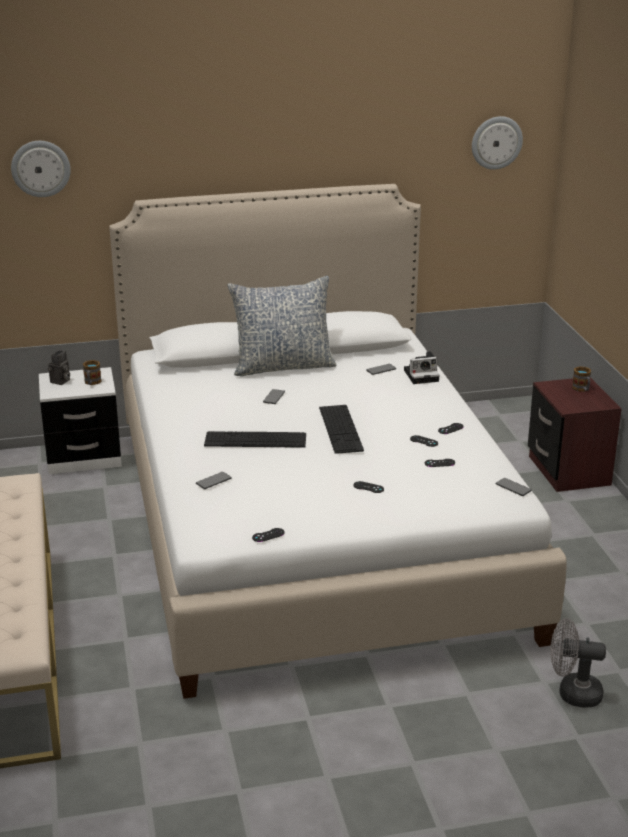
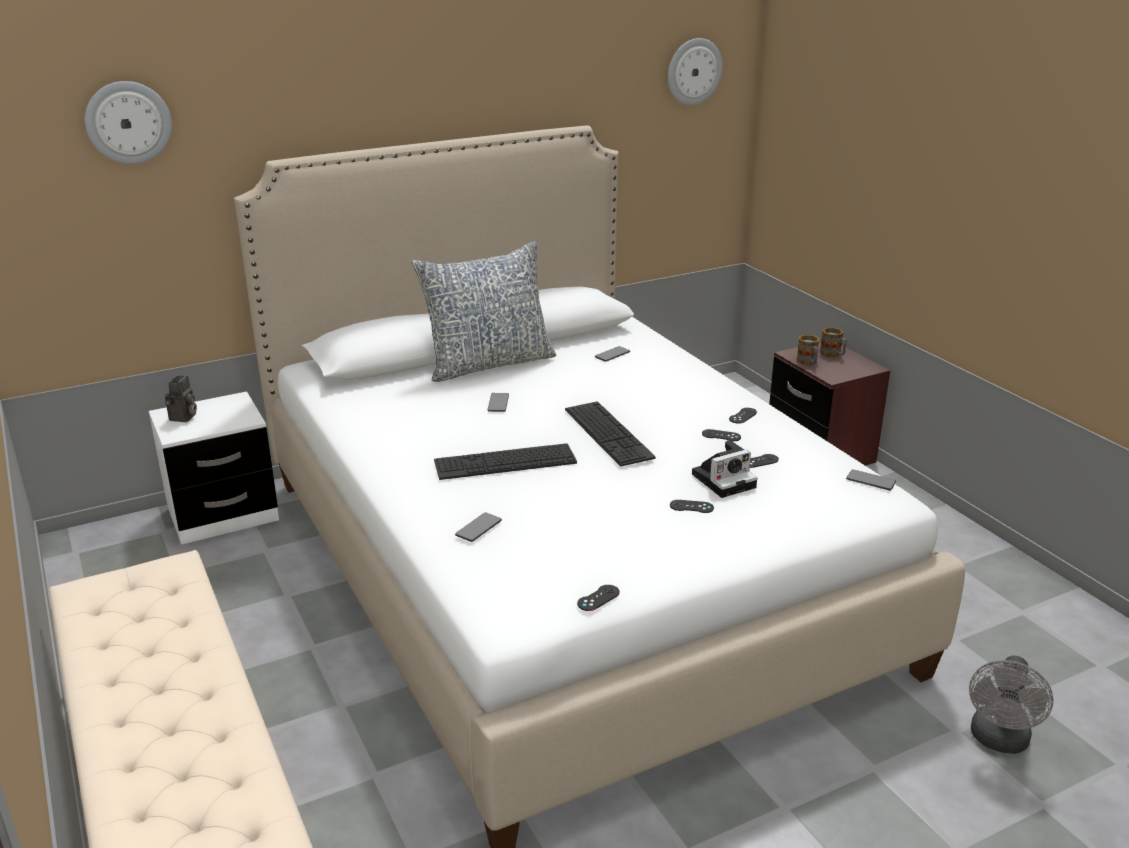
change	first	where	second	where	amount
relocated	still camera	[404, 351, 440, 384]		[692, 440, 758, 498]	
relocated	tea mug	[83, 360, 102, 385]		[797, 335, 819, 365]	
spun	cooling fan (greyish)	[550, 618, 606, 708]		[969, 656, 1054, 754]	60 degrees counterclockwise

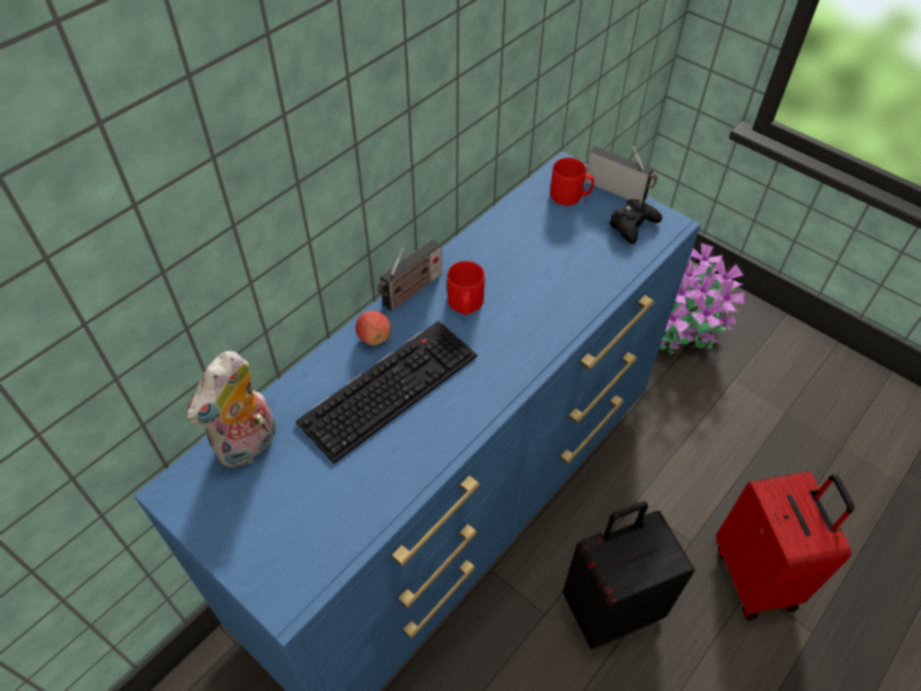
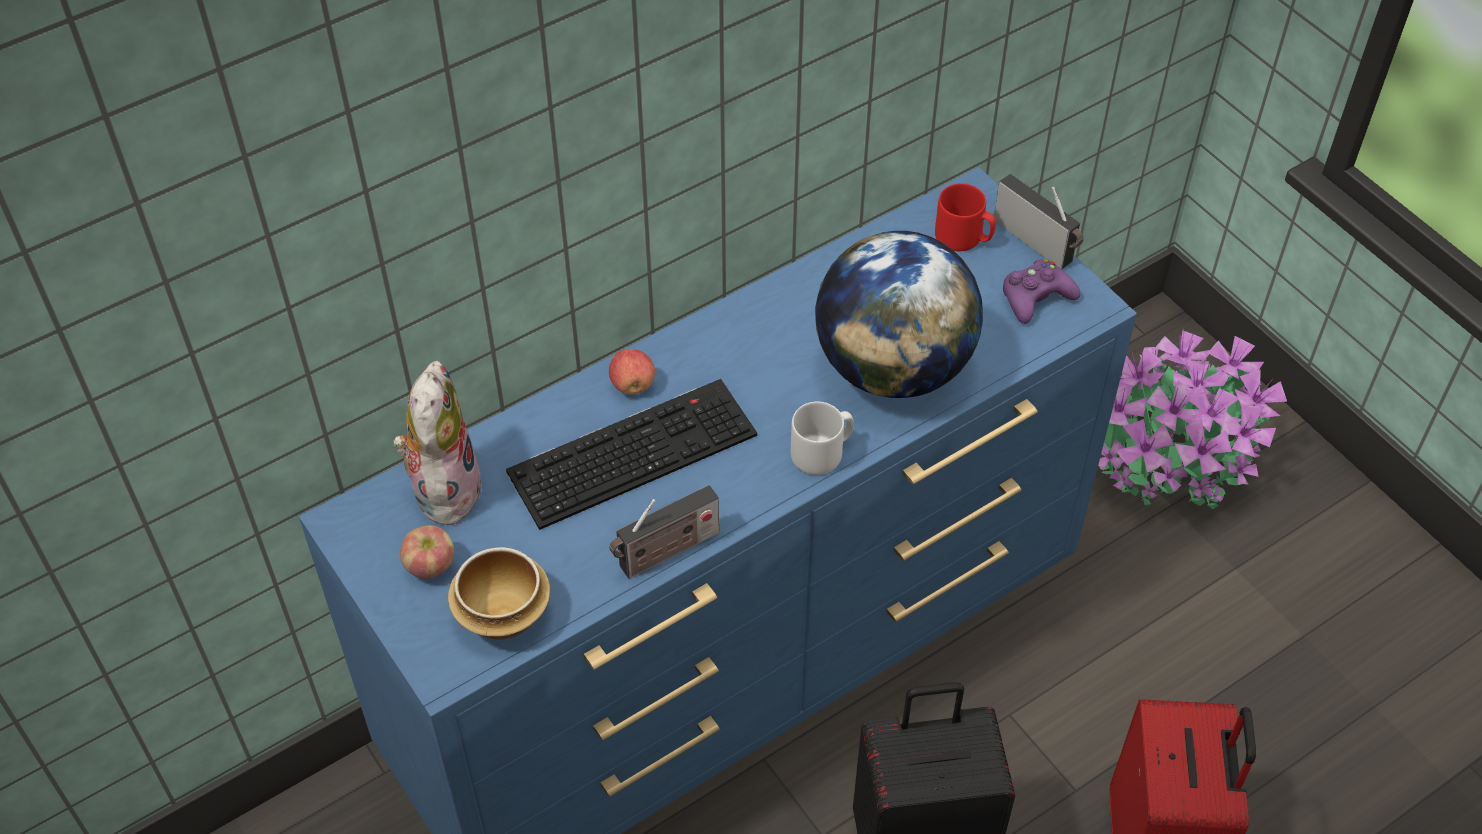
change	first	where	second	where	amount
colour	joypad (black)	[609, 199, 662, 244]	joypad (purple-coloured)	[1003, 259, 1080, 324]	
relocated	radio receiver	[377, 239, 442, 311]		[609, 485, 719, 579]	
missing	tea mug (red)	[447, 261, 485, 315]			
spun	cuddly toy	[187, 351, 276, 468]		[393, 361, 482, 526]	135 degrees clockwise
appeared			desk globe	[815, 231, 983, 398]	
appeared			tea mug (greyish)	[791, 402, 854, 475]	
appeared			apple	[400, 525, 454, 579]	
appeared			deep dish	[448, 547, 550, 640]	

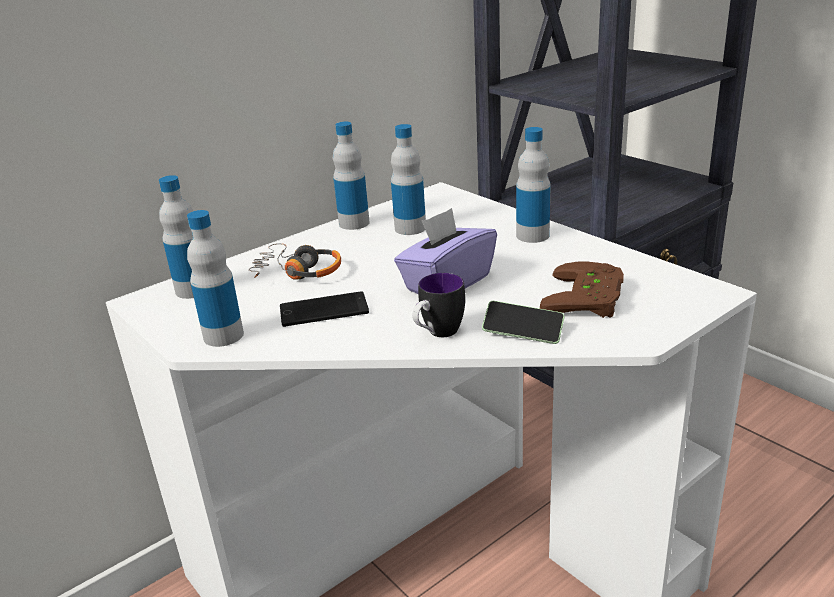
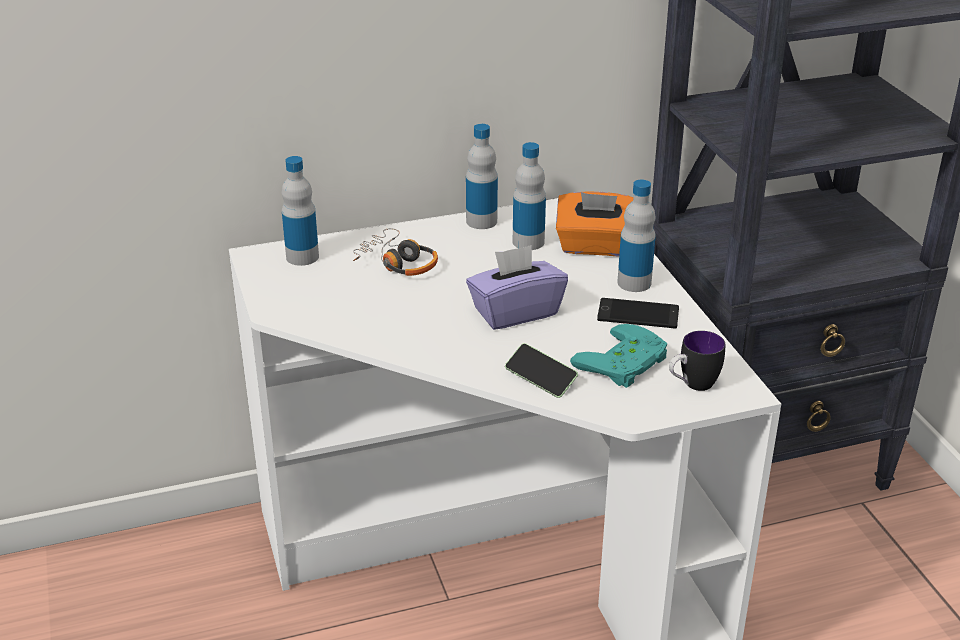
change	first	where	second	where	amount
missing	beverage bottle	[187, 210, 244, 347]			
colour	joypad (brownish)	[540, 261, 624, 318]	joypad (blue-green)	[570, 324, 667, 388]	
relocated	tea mug	[413, 273, 465, 337]		[669, 331, 726, 391]	
relocated	handset	[280, 291, 369, 327]		[597, 298, 679, 329]	
appeared			box of tissues (orange-coloured)	[556, 192, 633, 256]	

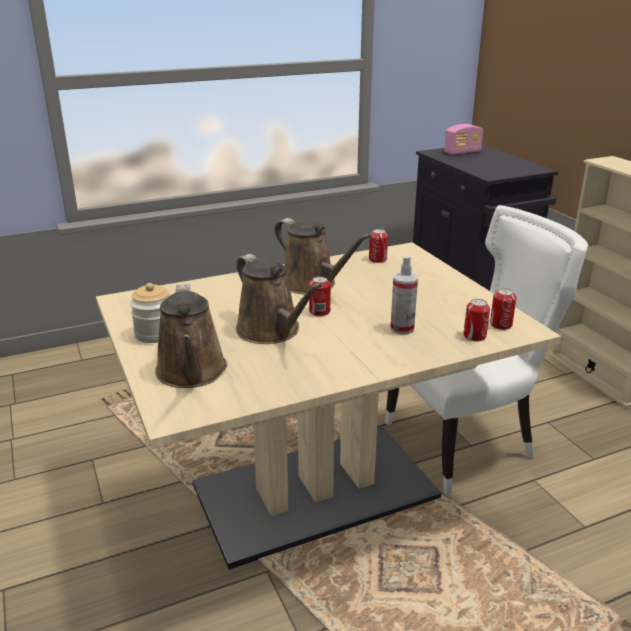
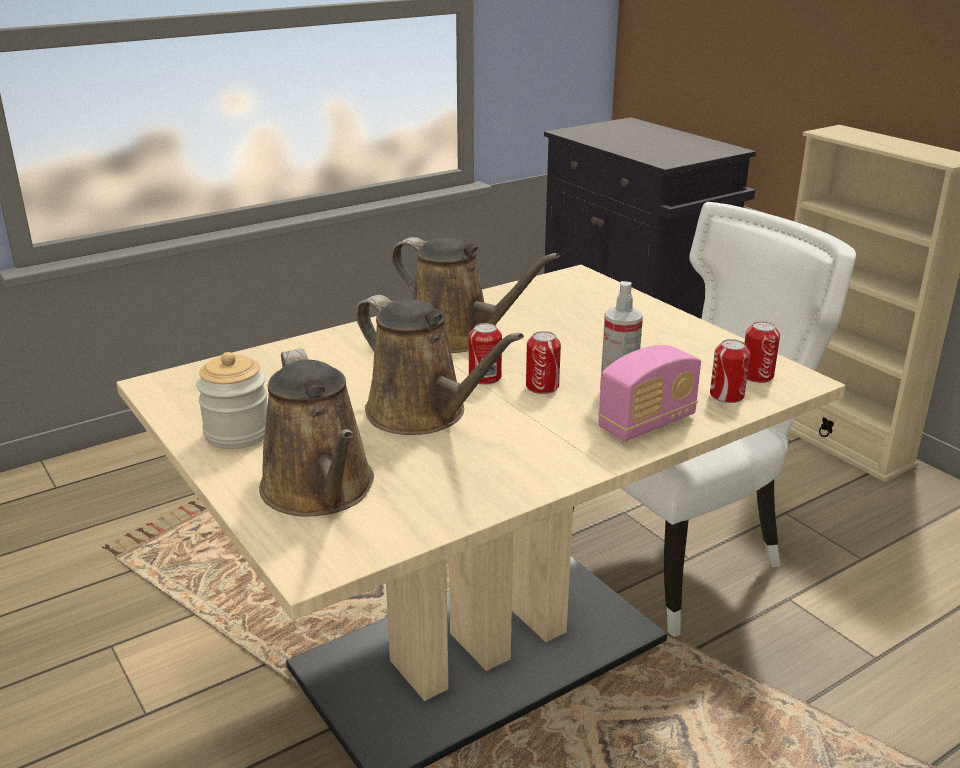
change	first	where	second	where	amount
relocated	radio receiver	[444, 124, 483, 155]		[598, 345, 701, 441]	
relocated	sealed can	[369, 229, 388, 263]		[526, 331, 561, 394]	

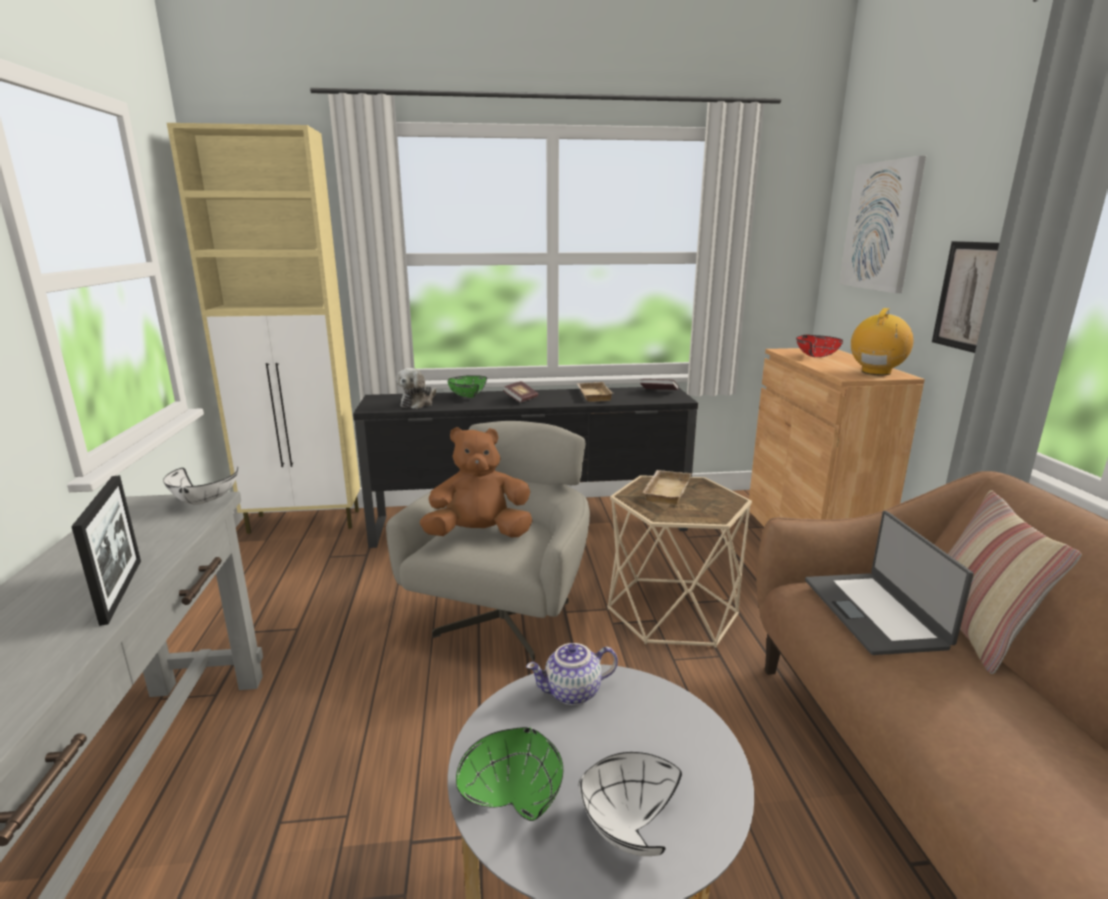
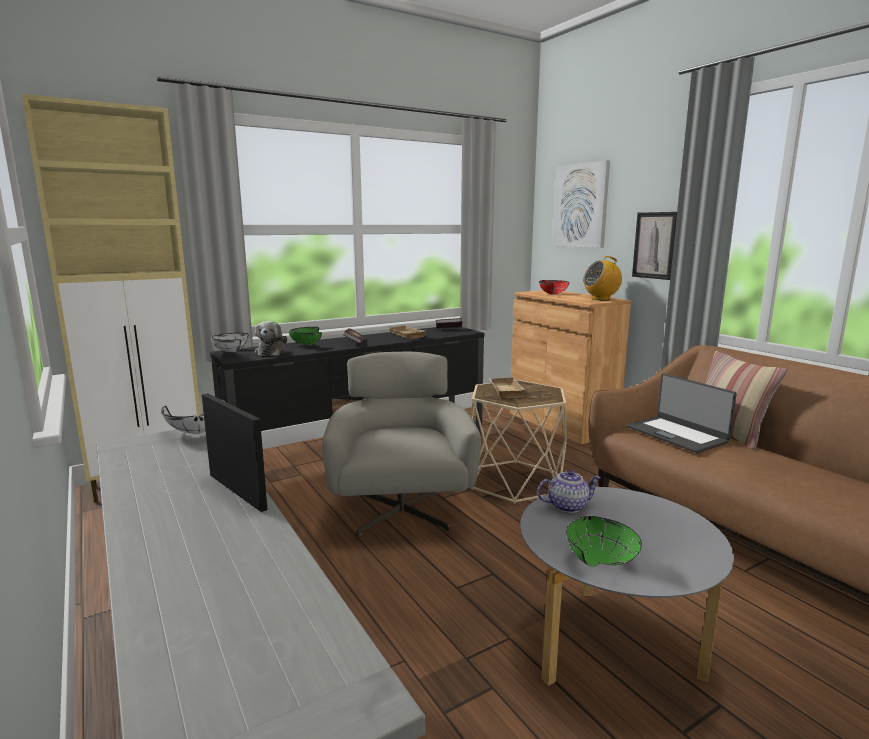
change	first	where	second	where	amount
spun	radio receiver	[851, 308, 913, 375]		[583, 256, 622, 300]	120 degrees counterclockwise
missing	cuddly toy (brownish)	[420, 427, 532, 537]			
spun	teapot	[526, 643, 618, 705]		[537, 470, 601, 513]	150 degrees counterclockwise
relocated	deep dish (white-coloured)	[579, 752, 682, 856]		[211, 333, 248, 352]	

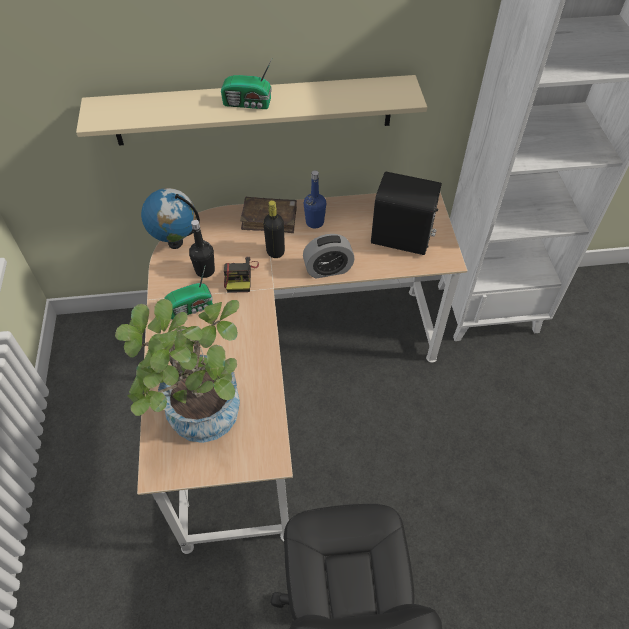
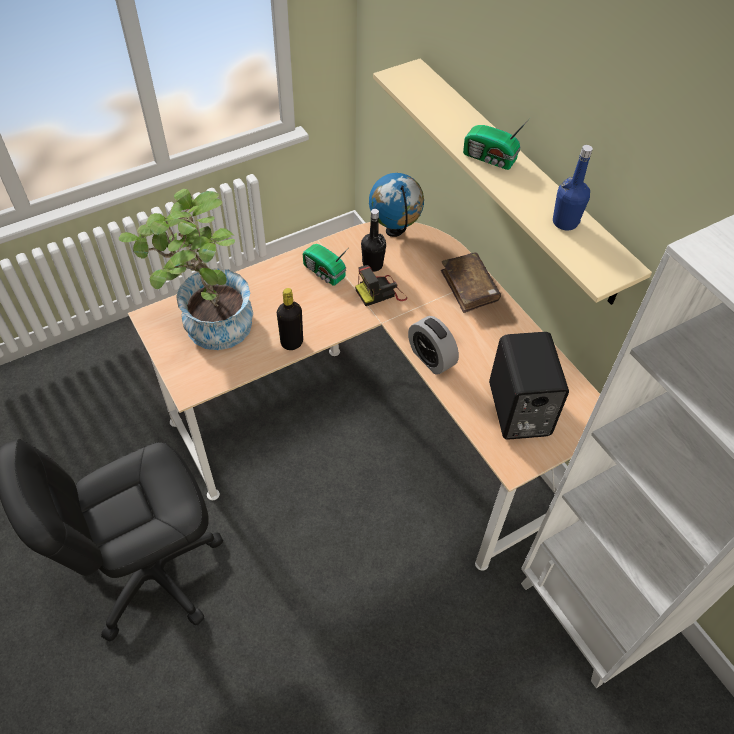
change	first	where	second	where	amount
spun	radio receiver	[221, 57, 273, 109]		[463, 117, 531, 170]	45 degrees counterclockwise
relocated	beverage bottle (blue-coloured)	[304, 171, 326, 228]		[553, 145, 593, 231]	
relocated	beverage bottle (black)	[263, 200, 285, 258]		[277, 288, 303, 350]	

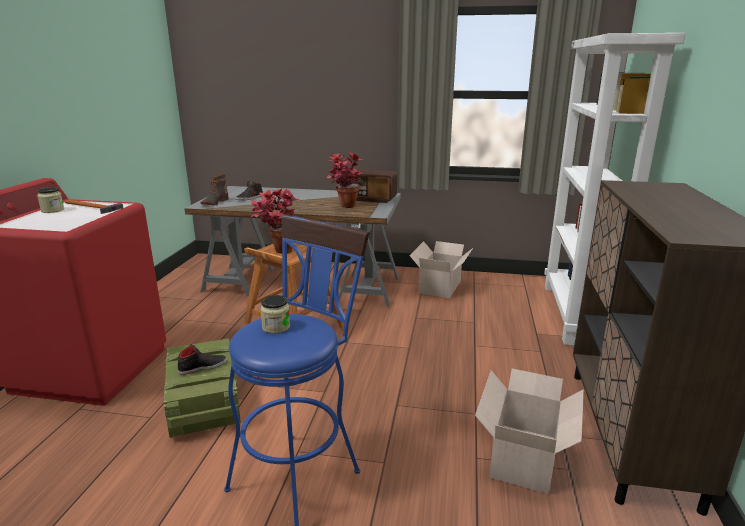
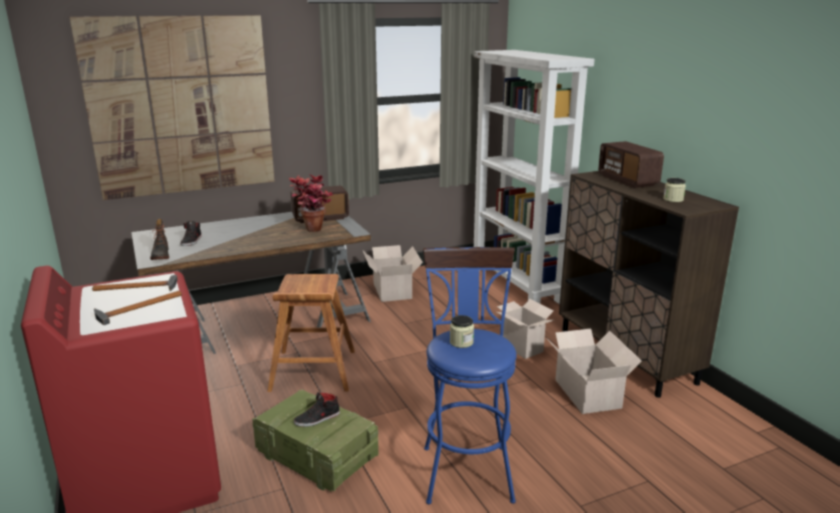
change	first	where	second	where	amount
relocated	preserve jar	[37, 187, 64, 213]		[663, 178, 686, 202]	
missing	houseplant	[251, 188, 300, 254]			
spun	item of footwear (black)	[178, 344, 227, 375]		[294, 392, 340, 427]	150 degrees counterclockwise
appeared			picture	[70, 15, 275, 200]	
appeared			radio receiver	[598, 141, 664, 188]	
appeared			hammer	[94, 291, 182, 325]	
appeared			carton	[497, 299, 553, 359]	

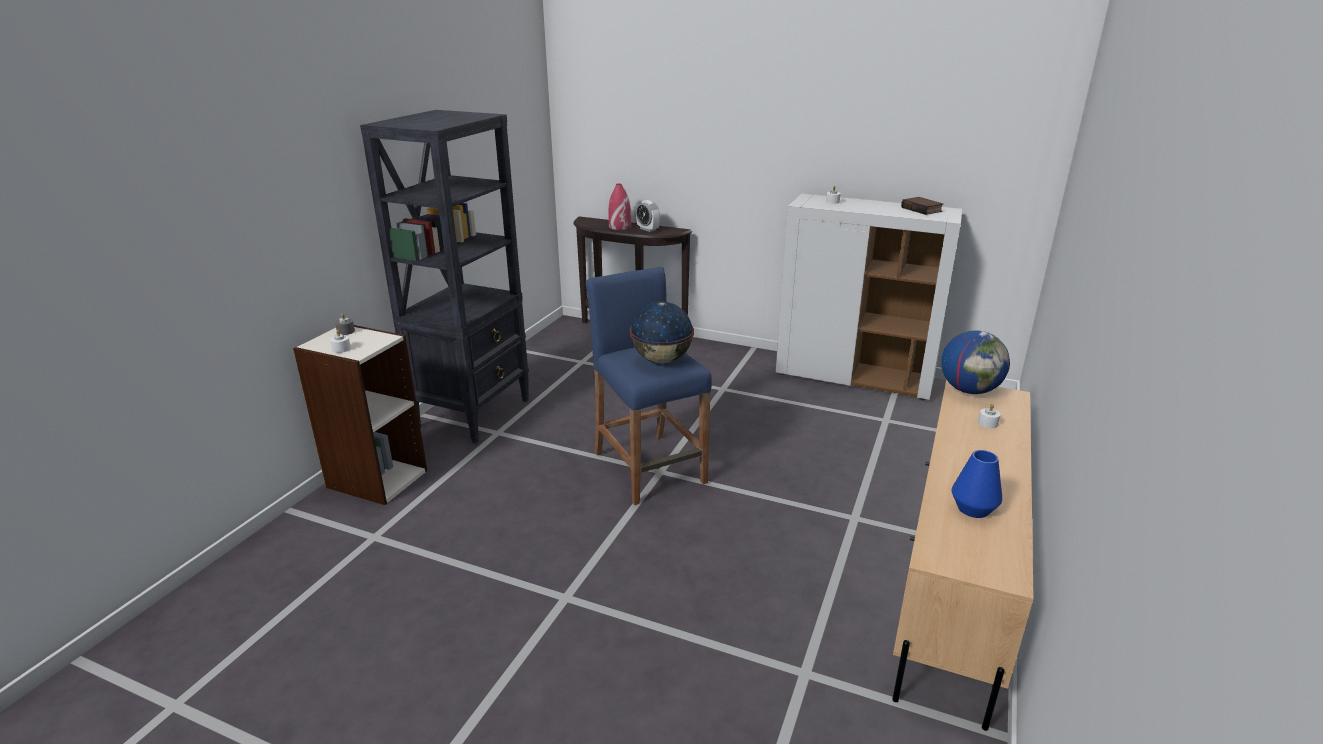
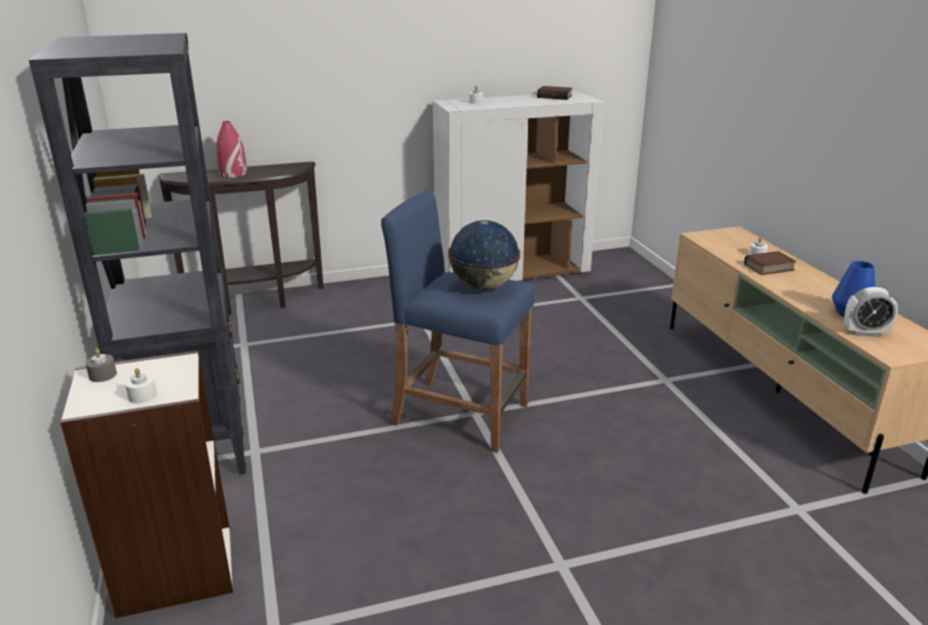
change	first	where	second	where	amount
relocated	alarm clock	[636, 200, 660, 232]		[844, 287, 898, 337]	
missing	desk globe	[941, 330, 1010, 394]			
appeared			bound book	[744, 251, 796, 275]	

